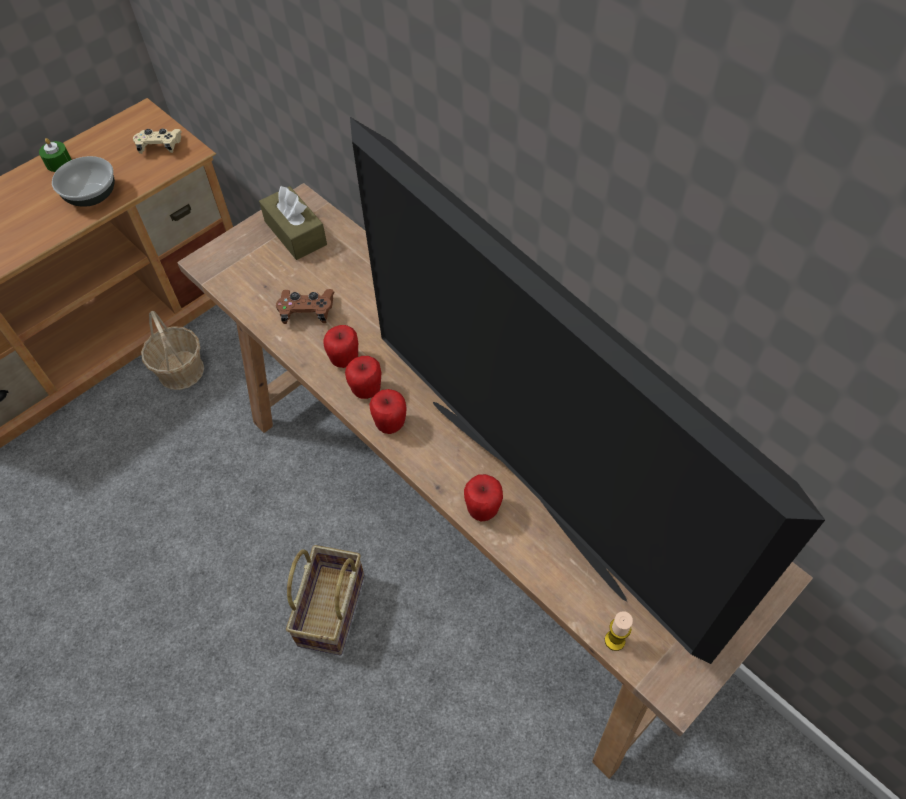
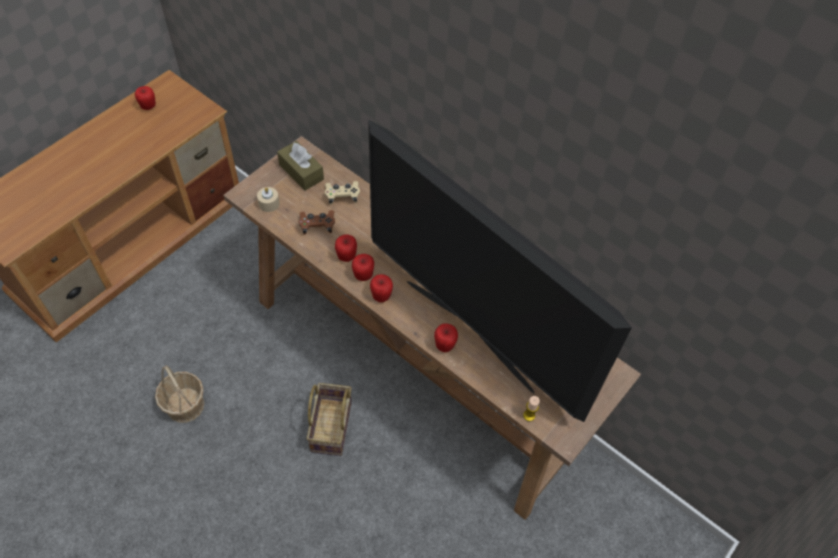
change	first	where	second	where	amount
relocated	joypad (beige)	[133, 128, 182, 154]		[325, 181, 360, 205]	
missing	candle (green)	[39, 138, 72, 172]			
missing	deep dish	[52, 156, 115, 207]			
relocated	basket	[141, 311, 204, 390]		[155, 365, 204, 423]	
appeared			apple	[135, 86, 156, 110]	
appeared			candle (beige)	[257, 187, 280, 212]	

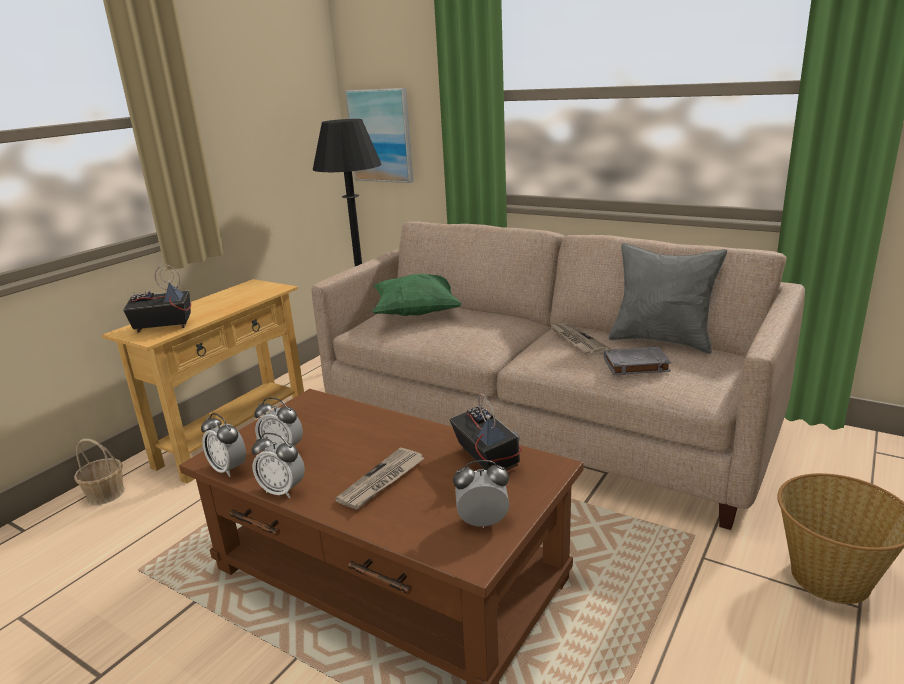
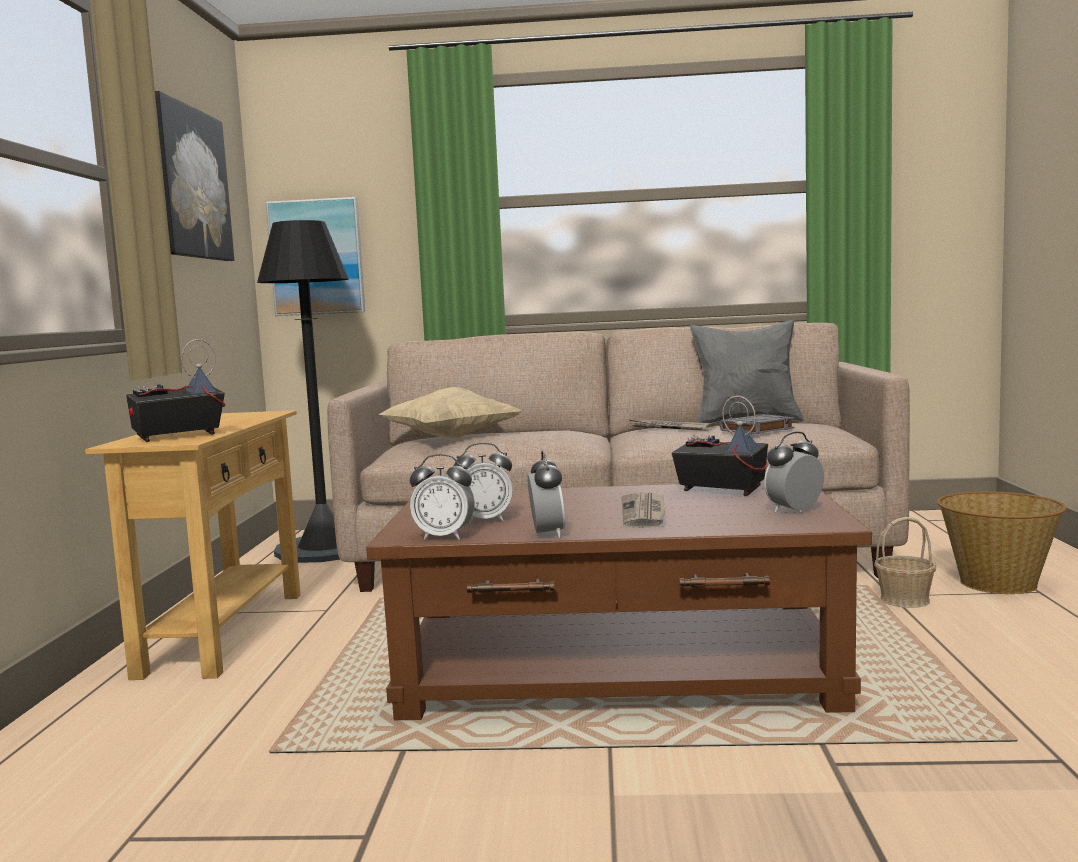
change	first	where	second	where	amount
colour	throw pillow (green)	[372, 274, 462, 316]	throw pillow (beige)	[378, 387, 522, 438]	
spun	alarm clock	[252, 433, 305, 498]		[527, 450, 565, 538]	90 degrees counterclockwise
relocated	basket	[74, 439, 125, 505]		[874, 517, 936, 608]	
appeared			picture	[155, 91, 234, 261]	

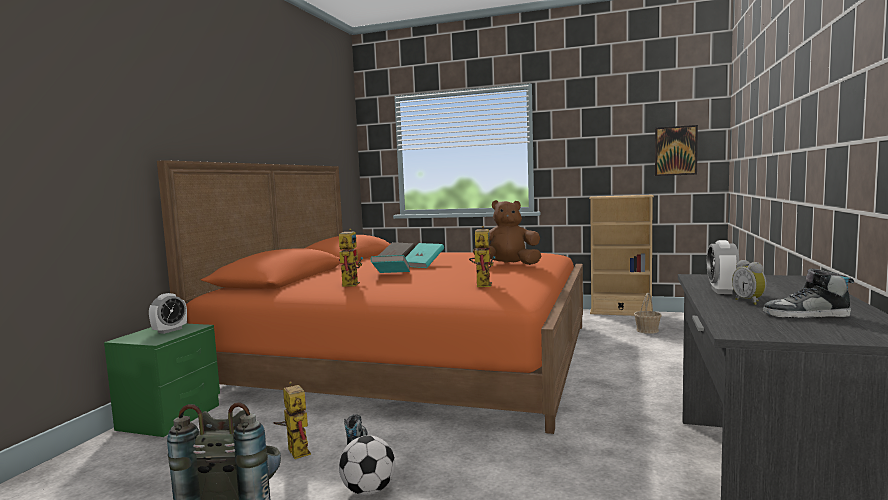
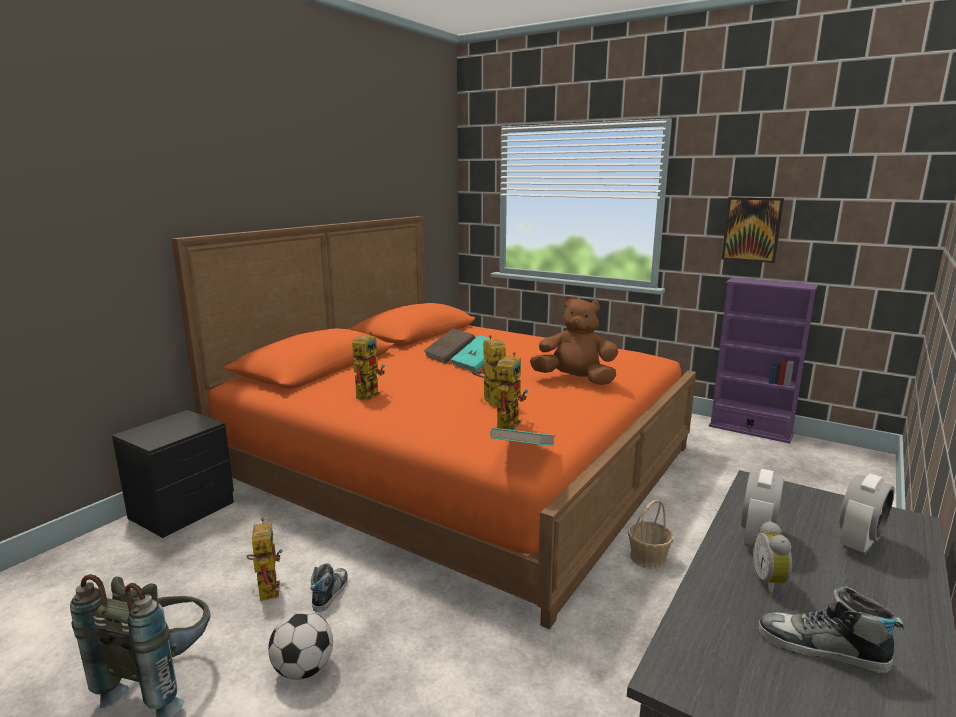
change	first	where	second	where	amount
relocated	picture	[655, 125, 698, 176]		[722, 197, 784, 263]	
colour	bookcase (beige)	[589, 195, 654, 316]	bookcase (purple-coloured)	[709, 278, 818, 443]	
relocated	bound book (blue-green)	[370, 255, 410, 273]		[490, 428, 555, 445]	
relocated	alarm clock	[149, 293, 187, 334]		[839, 473, 894, 556]	
relocated	basket	[634, 293, 662, 334]		[628, 500, 673, 569]	
colour	nightstand (green)	[104, 324, 220, 437]	nightstand (black)	[112, 410, 234, 538]	
appeared			model robot	[472, 335, 505, 406]	

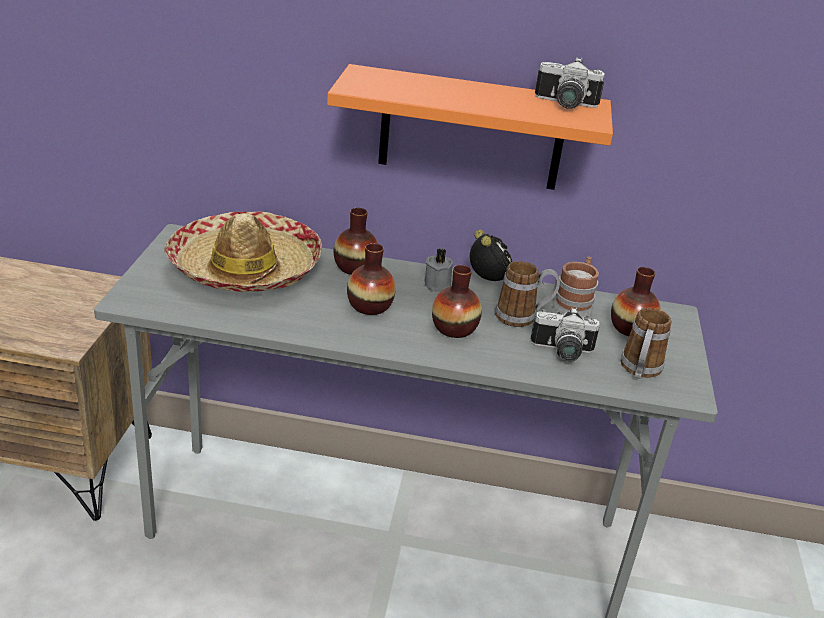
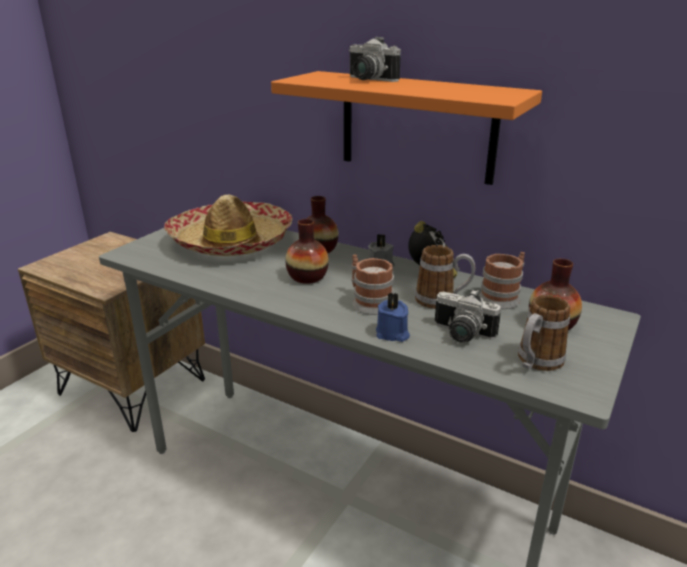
change	first	where	second	where	amount
relocated	still camera	[535, 57, 605, 109]		[349, 37, 401, 82]	
exchanged	flower vase	[432, 265, 482, 338]	tea mug	[352, 254, 394, 315]	
appeared			candle (blue-coloured)	[376, 293, 410, 342]	

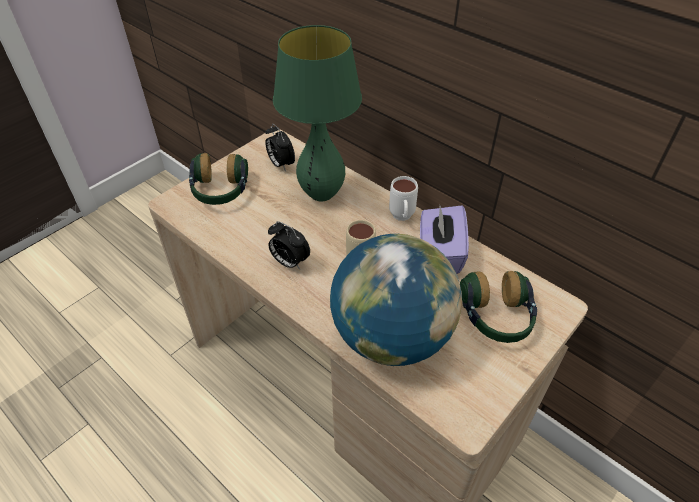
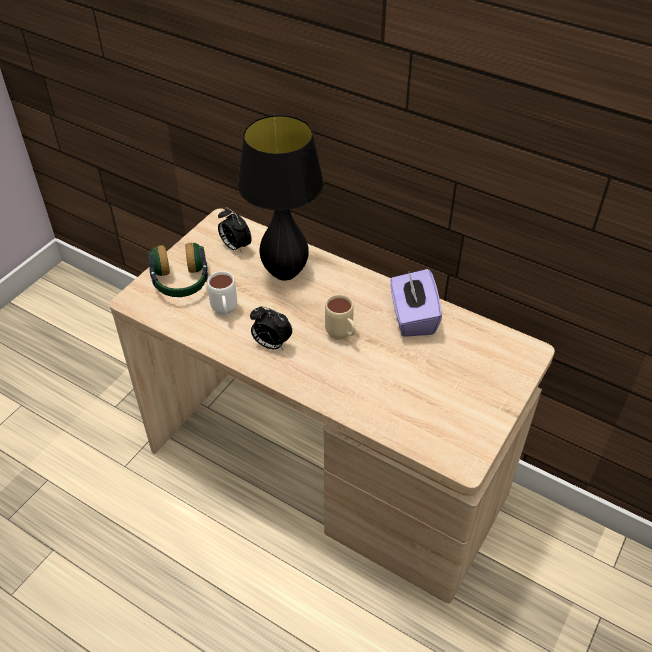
change	first	where	second	where	amount
colour	tabletop lamp (green)	[273, 25, 362, 202]	tabletop lamp (black)	[237, 115, 324, 281]	
relocated	tea mug (white-coloured)	[389, 176, 418, 221]		[207, 271, 237, 316]	
missing	desk globe	[330, 234, 462, 366]			
missing	headset	[460, 271, 537, 343]			

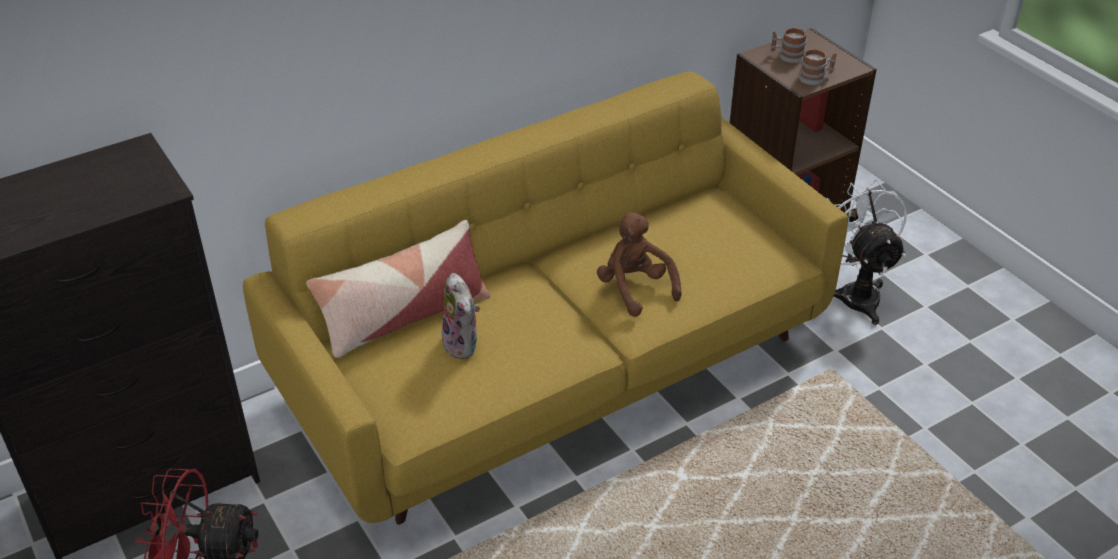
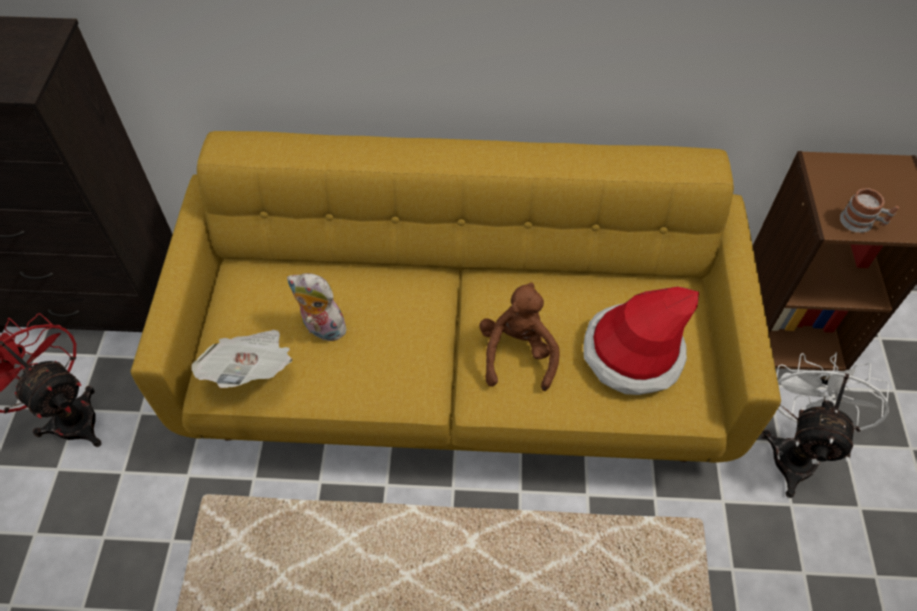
change	first	where	second	where	amount
missing	tea mug	[771, 28, 807, 63]			
missing	throw pillow	[306, 220, 490, 358]			
spun	cuddly toy	[442, 273, 480, 359]		[287, 273, 346, 341]	105 degrees clockwise
appeared			wearable hat	[583, 287, 699, 395]	
appeared			newspaper	[191, 330, 292, 388]	

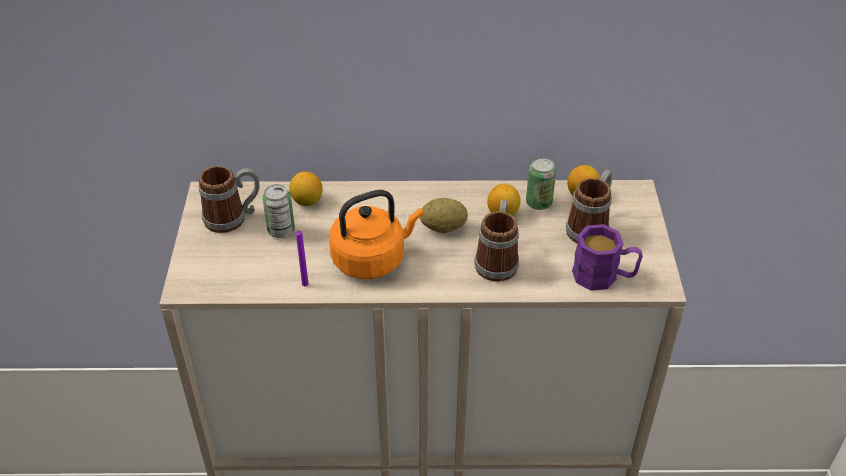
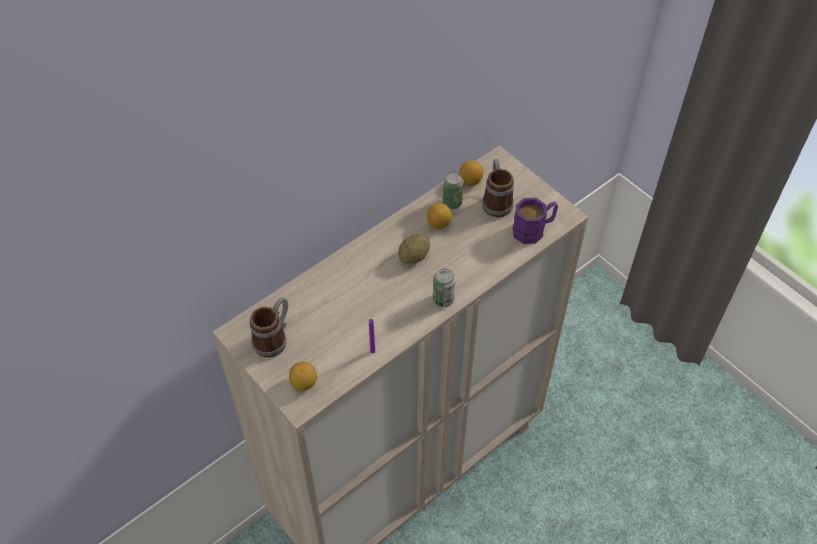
change	first	where	second	where	amount
relocated	whole lemon	[289, 172, 323, 206]		[289, 362, 317, 391]	
relocated	sealed can	[262, 184, 295, 238]		[433, 268, 456, 307]	
missing	water kettle (orange-coloured)	[329, 190, 423, 279]			
missing	tea mug	[474, 199, 519, 282]			

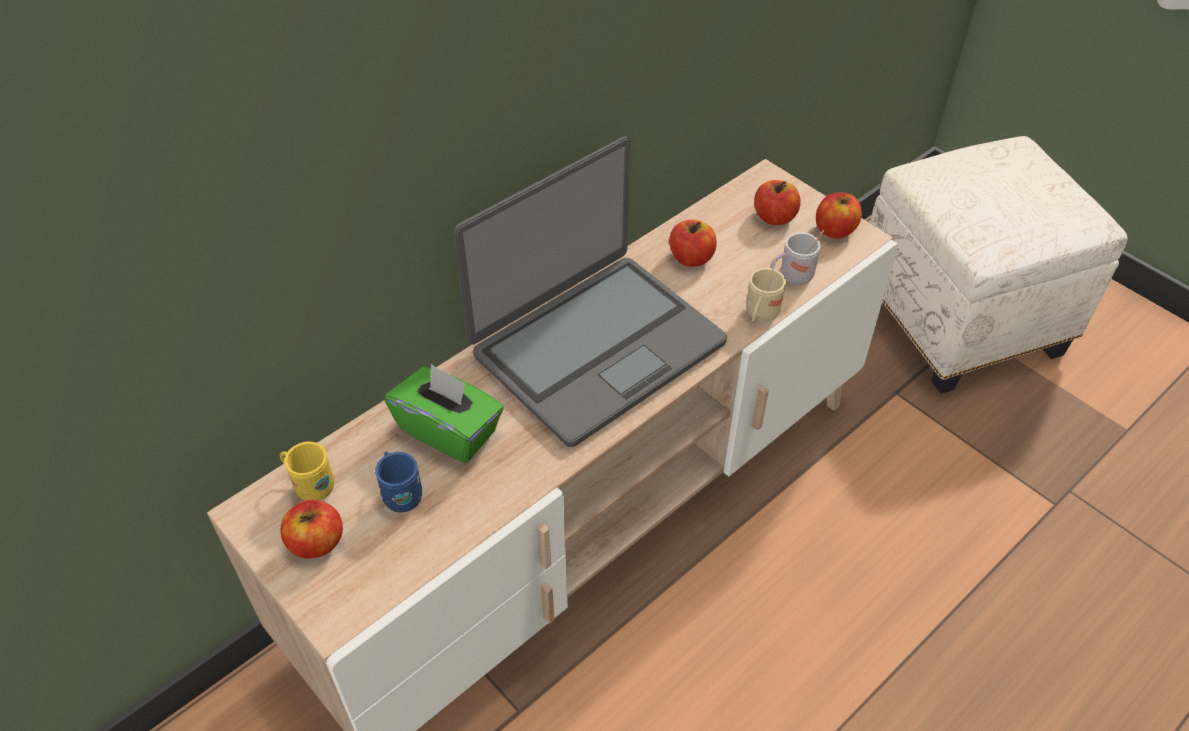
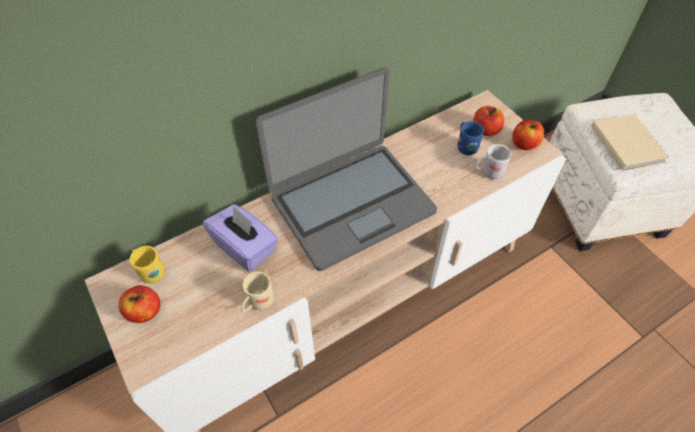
change	first	where	second	where	amount
missing	apple	[669, 220, 717, 267]			
relocated	tea mug (beige)	[746, 258, 786, 322]		[241, 267, 274, 312]	
colour	box of tissues (green)	[385, 363, 504, 463]	box of tissues (purple-coloured)	[203, 204, 278, 272]	
relocated	tea mug (blue-coloured)	[375, 452, 422, 513]		[457, 121, 484, 155]	
appeared			bound book (beige)	[591, 114, 669, 171]	

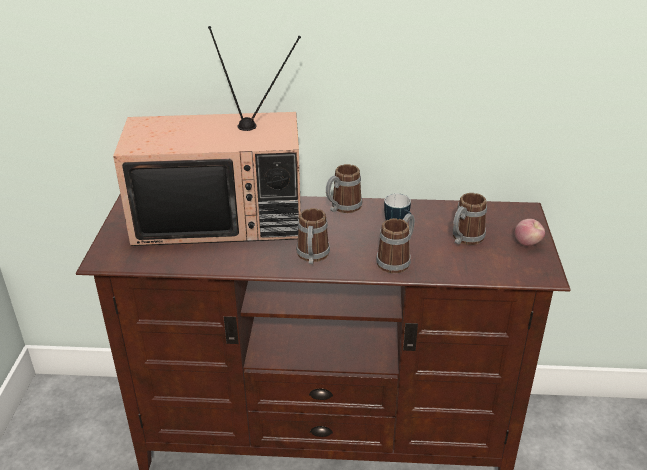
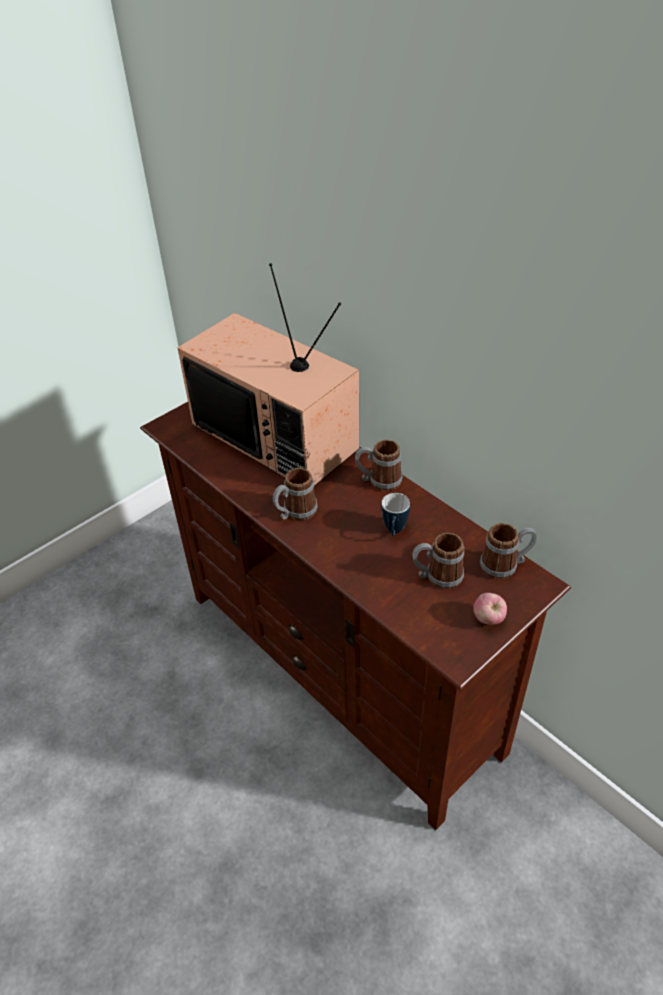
change	first	where	second	where	amount
relocated	tea mug	[376, 214, 415, 273]		[480, 523, 537, 579]	

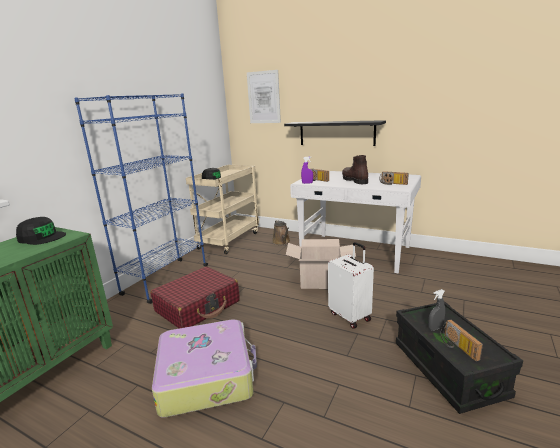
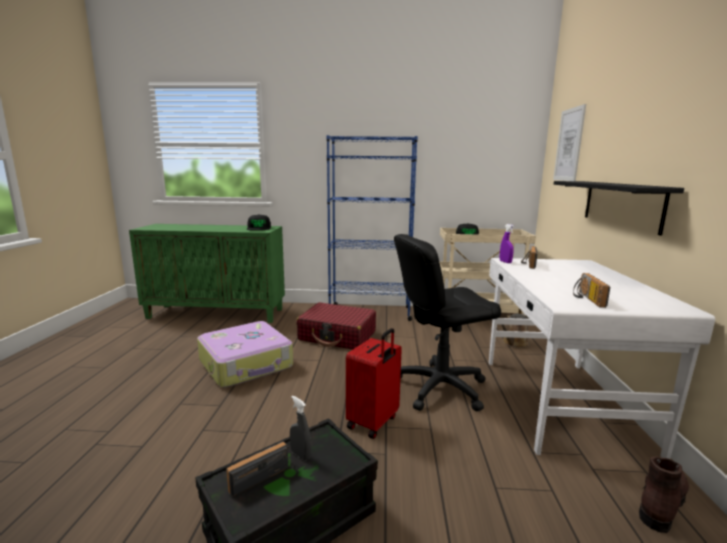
change	first	where	second	where	amount
relocated	boot (brownish)	[342, 155, 368, 184]		[639, 456, 689, 533]	
exchanged	carton	[286, 239, 356, 289]	computer chair (black)	[394, 234, 501, 411]	
colour	travel case (white-coloured)	[328, 242, 374, 329]	travel case (red)	[346, 328, 402, 439]	

